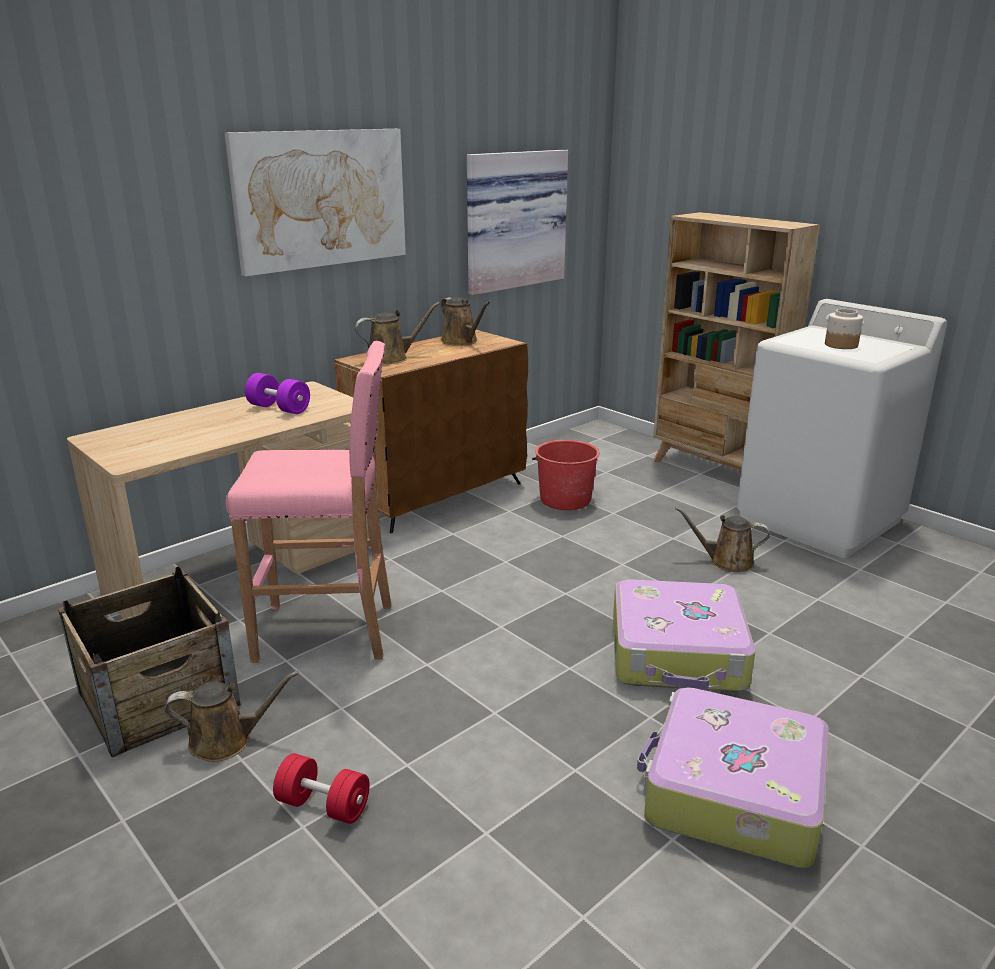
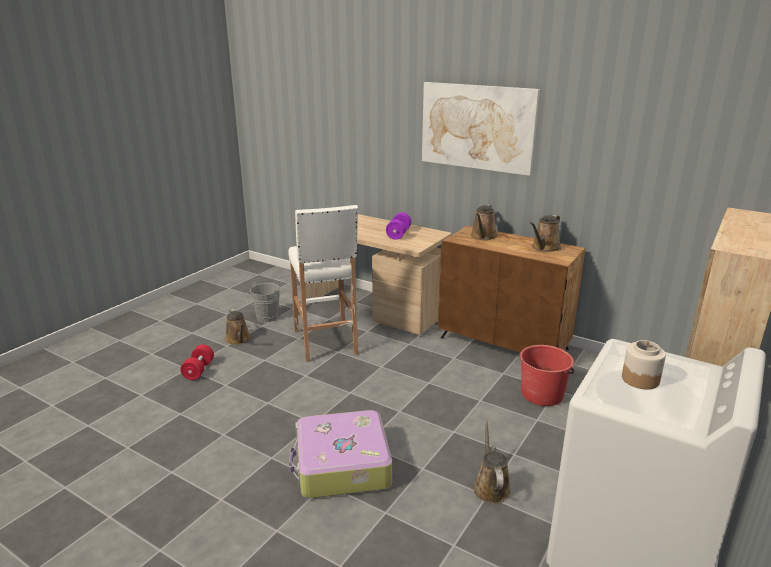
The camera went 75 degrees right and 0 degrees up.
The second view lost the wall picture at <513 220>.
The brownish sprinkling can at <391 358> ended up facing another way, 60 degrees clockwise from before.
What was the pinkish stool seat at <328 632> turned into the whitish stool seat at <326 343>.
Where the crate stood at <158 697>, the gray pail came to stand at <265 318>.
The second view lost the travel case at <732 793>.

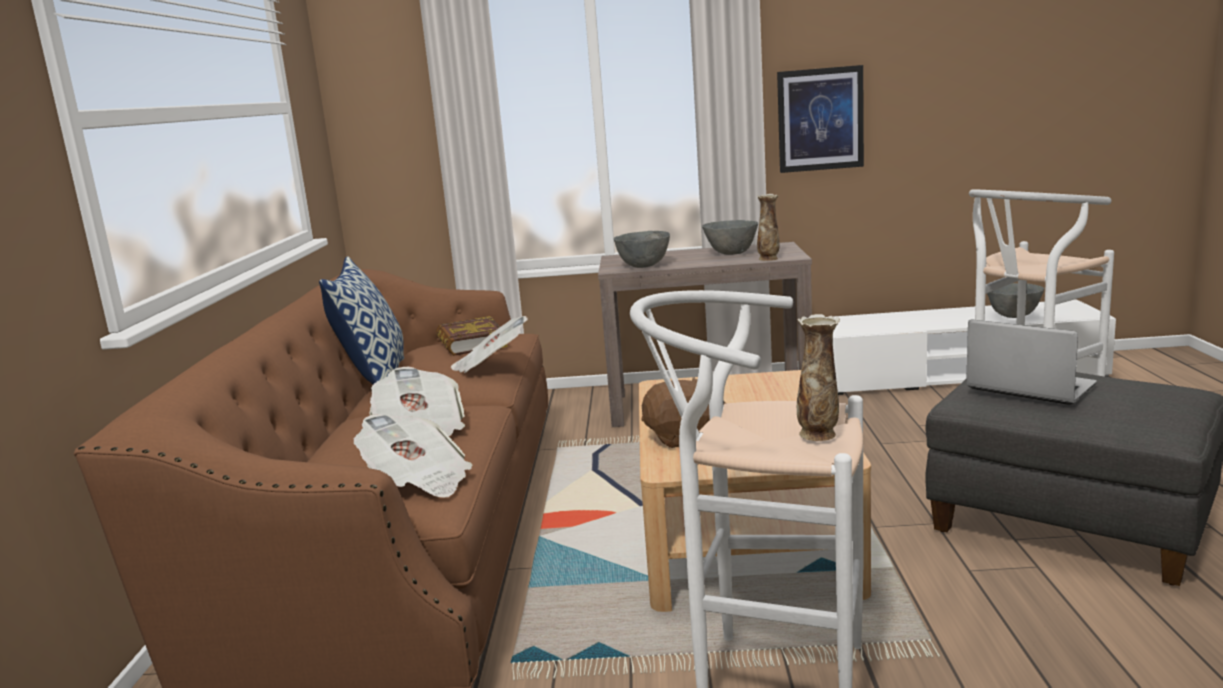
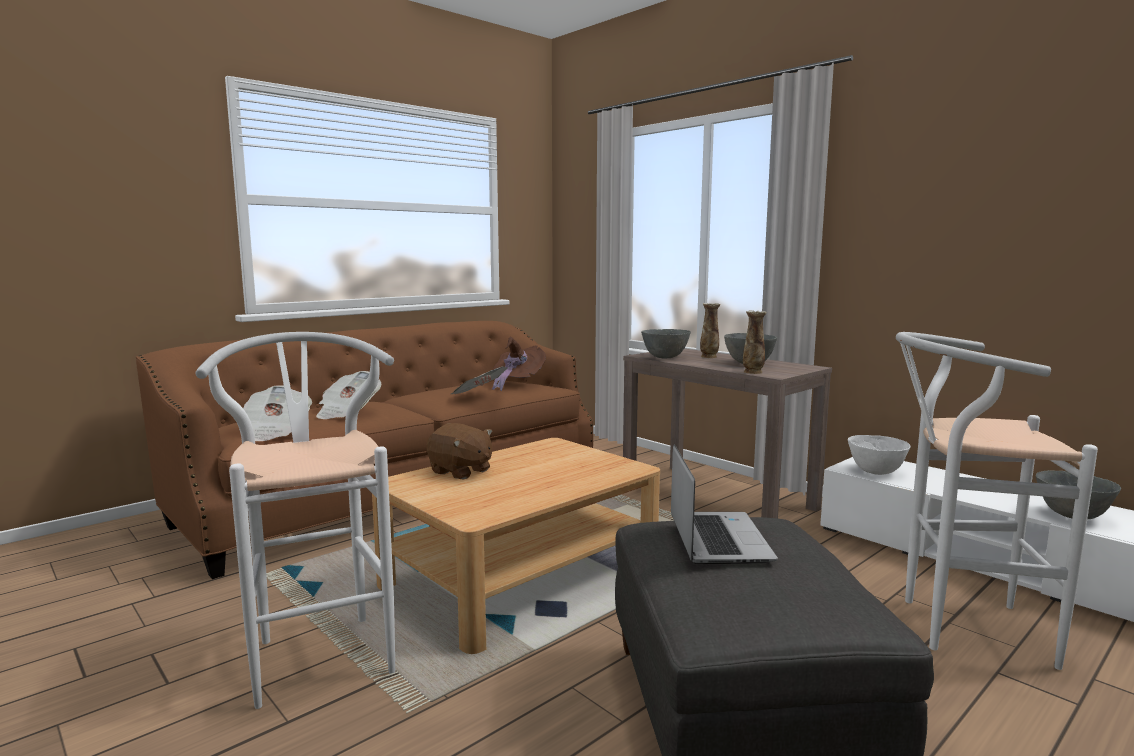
The camera went 45 degrees right and 5 degrees down.
The second view lost the wall picture at <820 119>.
The second view lost the throw pillow at <374 378>.
The decorative vase ended up elsewhere, having gone from <818 434> to <709 357>.
Where the volume stood at <471 343>, the brownish clothing hat came to stand at <516 384>.
The second view gained the whitish serving bowl at <876 472>.

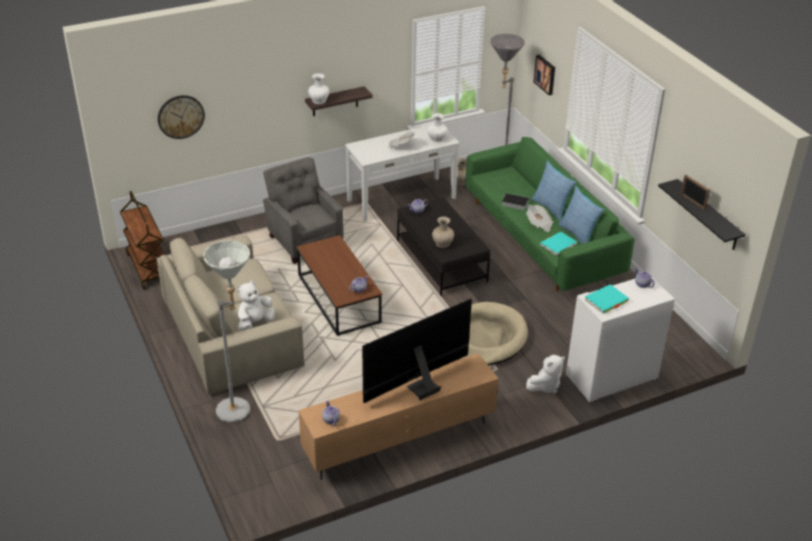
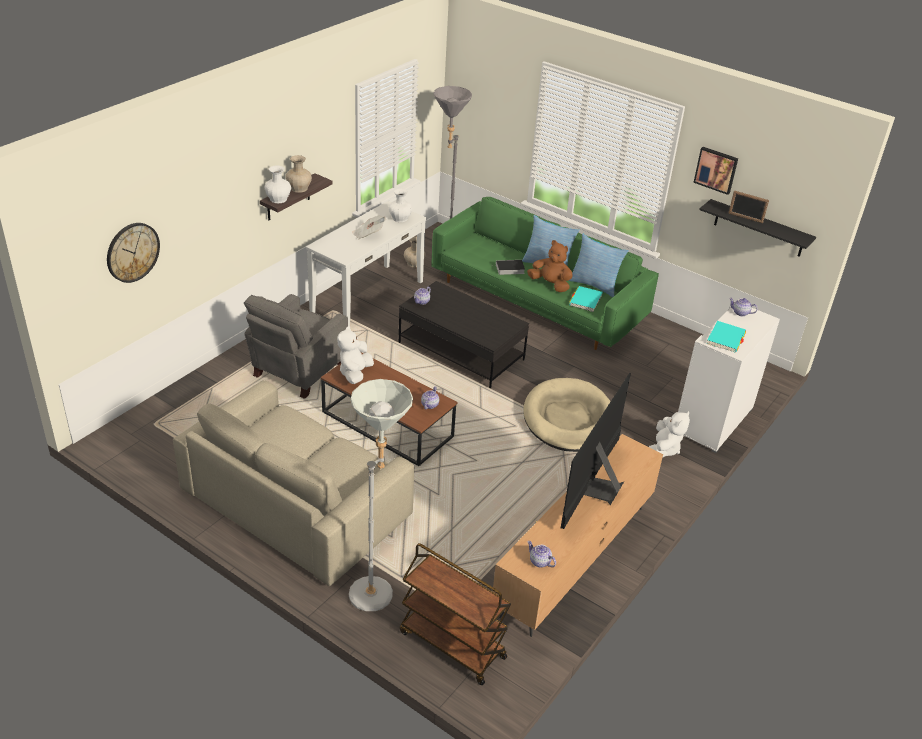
The camera went 30 degrees left and 0 degrees up.
The wall picture ended up elsewhere, having gone from <545 74> to <716 169>.
The gray armchair at <304 241> ended up facing another way, 90 degrees counterclockwise from before.
The brownish wheeled cart ended up elsewhere, having gone from <147 267> to <451 645>.
Where the printed paper stood at <539 224>, the brownish cuddly toy came to stand at <550 284>.
The beige-coloured decorative vase ended up elsewhere, having gone from <442 243> to <298 188>.
The whitish cuddly toy ended up elsewhere, having gone from <255 323> to <355 373>.

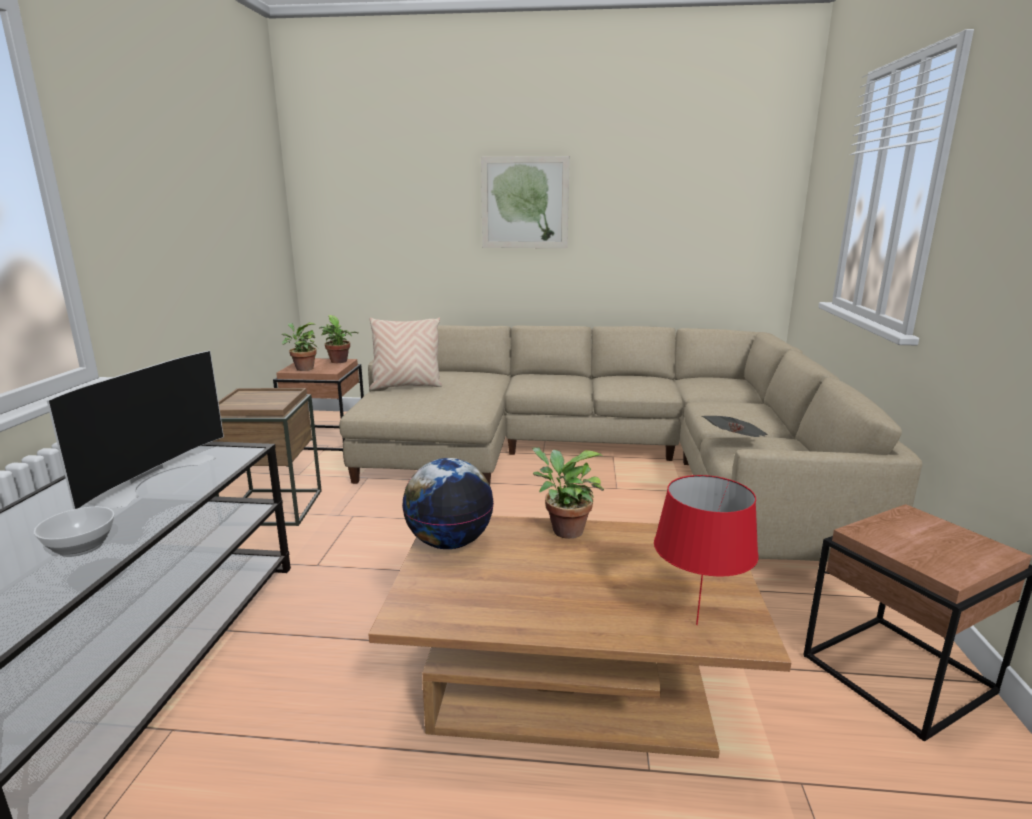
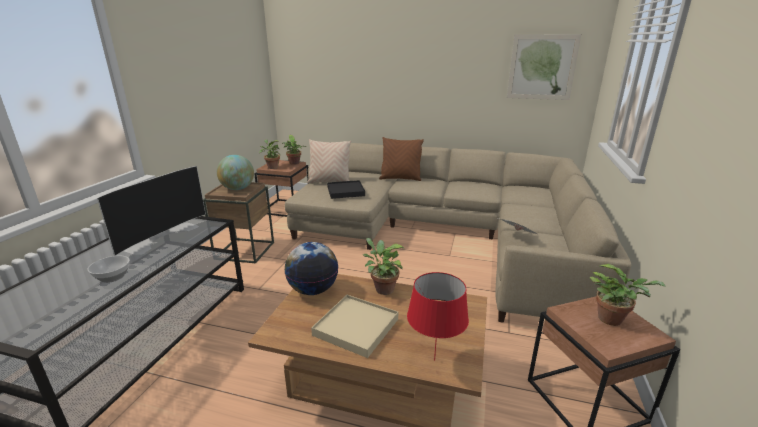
The camera went 10 degrees right and 5 degrees up.
The wall picture ended up elsewhere, having gone from <524 203> to <542 67>.
The second view gained the brownish throw pillow at <400 178>.
The second view gained the desk globe at <238 189>.
The second view gained the black tray at <345 191>.
The second view gained the plant in a pot at <613 319>.
The second view gained the beige-coloured tray at <356 327>.

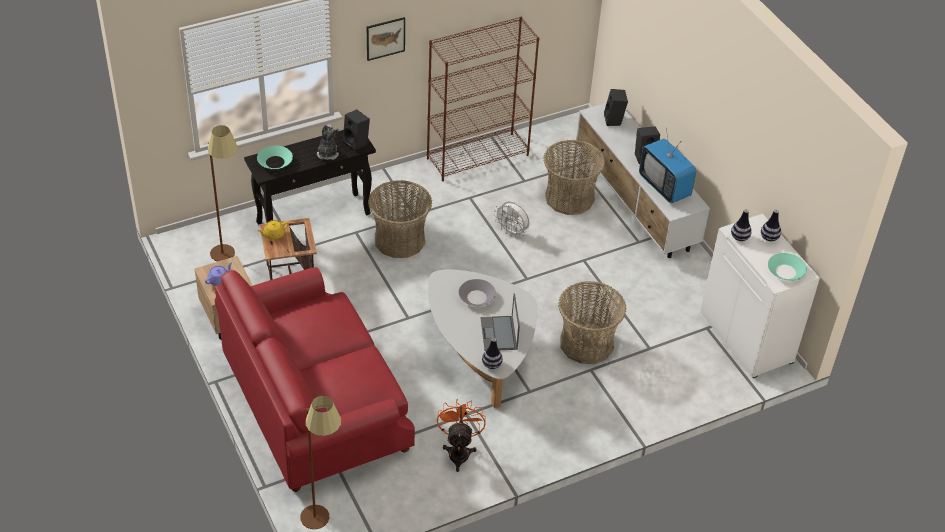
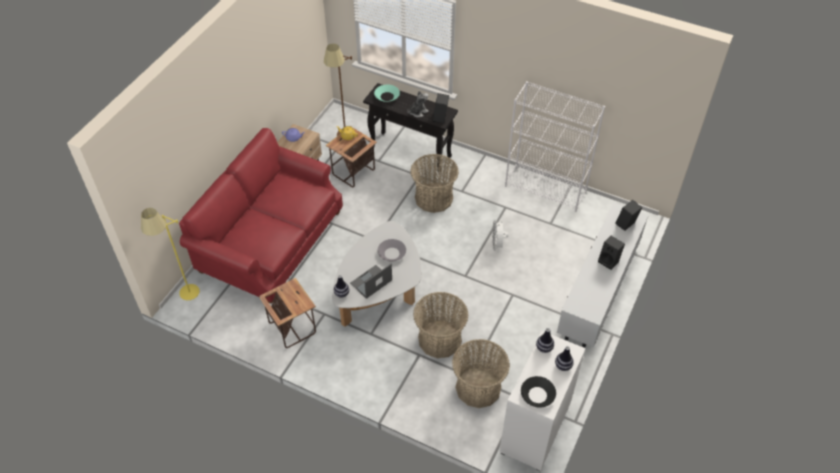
The camera went 55 degrees right and 5 degrees up.
The second view lost the wall picture at <385 38>.
What was the brownish bookshelf at <478 156> turned into the whitish bookshelf at <545 189>.
The second view lost the TV at <664 186>.
The storage basket ended up elsewhere, having gone from <569 198> to <478 387>.
What was the turquoise-coloured serving bowl at <786 271> turned into the black serving bowl at <537 394>.
What was the brownish standing lamp at <323 525> turned into the yellowish standing lamp at <186 299>.
Where the orange cooling fan stood at <459 451>, the side table came to stand at <292 328>.

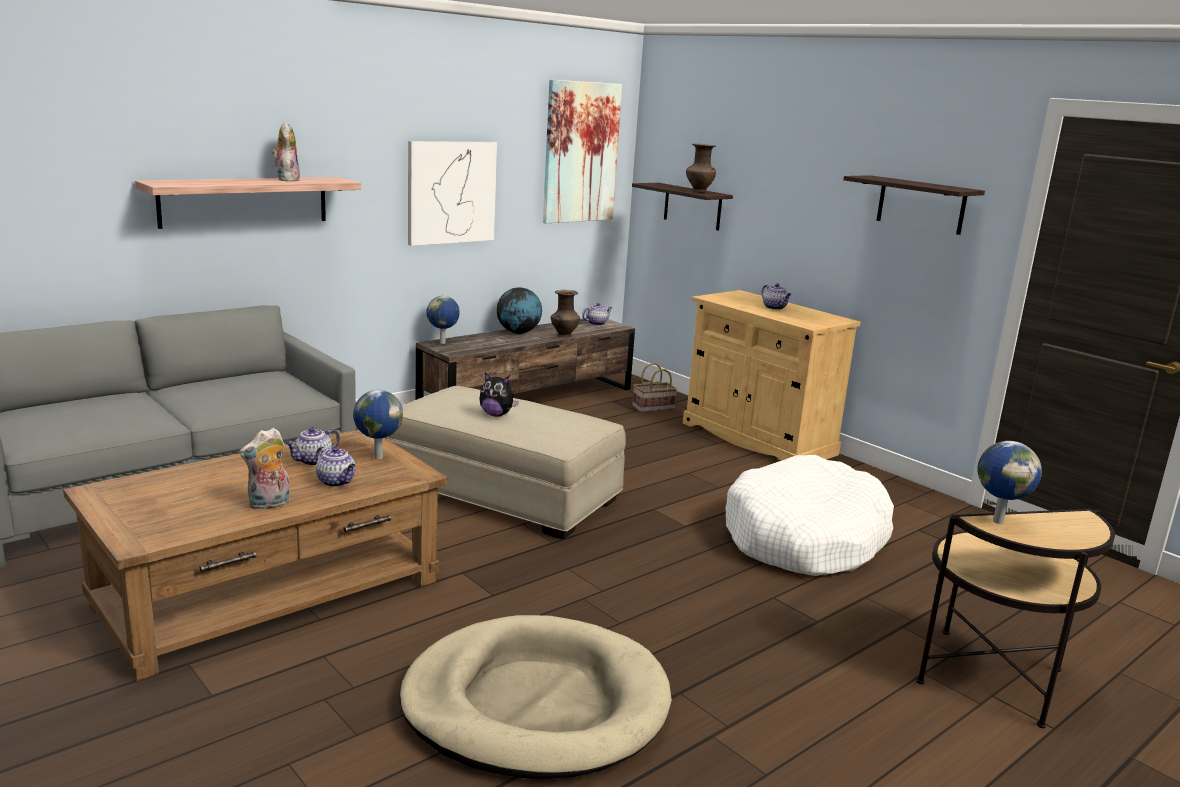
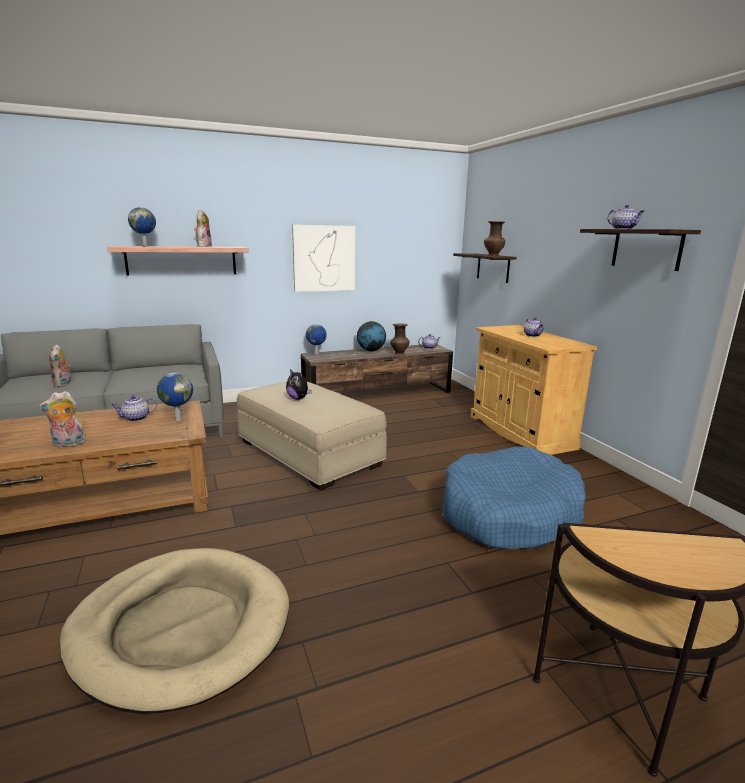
The camera went 20 degrees right and 0 degrees up.
The second view lost the wall picture at <581 152>.
The second view lost the storage basket at <652 408>.
The desk globe ended up elsewhere, having gone from <997 521> to <145 246>.
The pot for tea ended up elsewhere, having gone from <337 482> to <623 229>.
What was the whitish pet bed at <804 538> turned into the bluish pet bed at <508 513>.
The second view gained the cuddly toy at <63 384>.

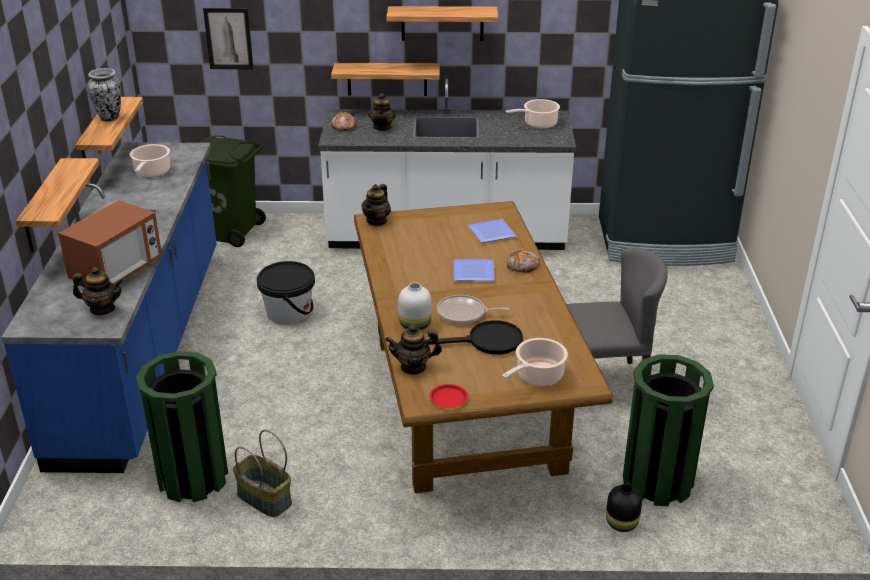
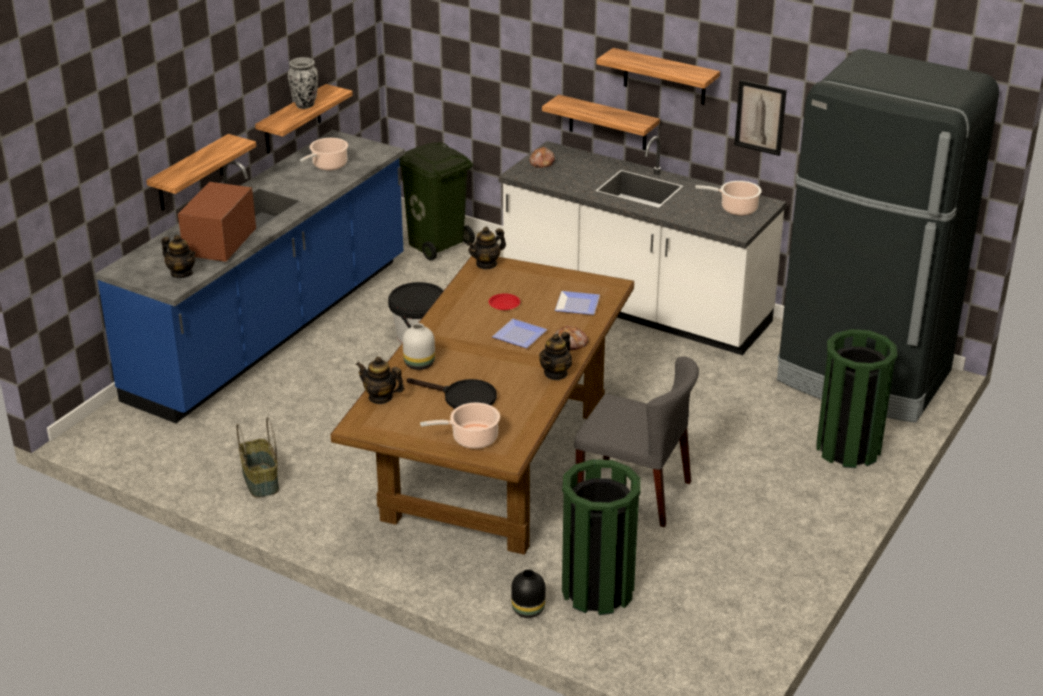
The camera went 30 degrees right and 0 degrees up.
The wall picture ended up elsewhere, having gone from <228 38> to <760 117>.
The pot for tea ended up elsewhere, having gone from <382 127> to <556 373>.
The kitchen microwave at <117 271> ended up facing another way, 135 degrees clockwise from before.
The second view lost the skillet at <464 314>.
The green-coloured trash can ended up elsewhere, having gone from <193 478> to <848 449>.
The reddish flat dish ended up elsewhere, having gone from <449 398> to <504 304>.

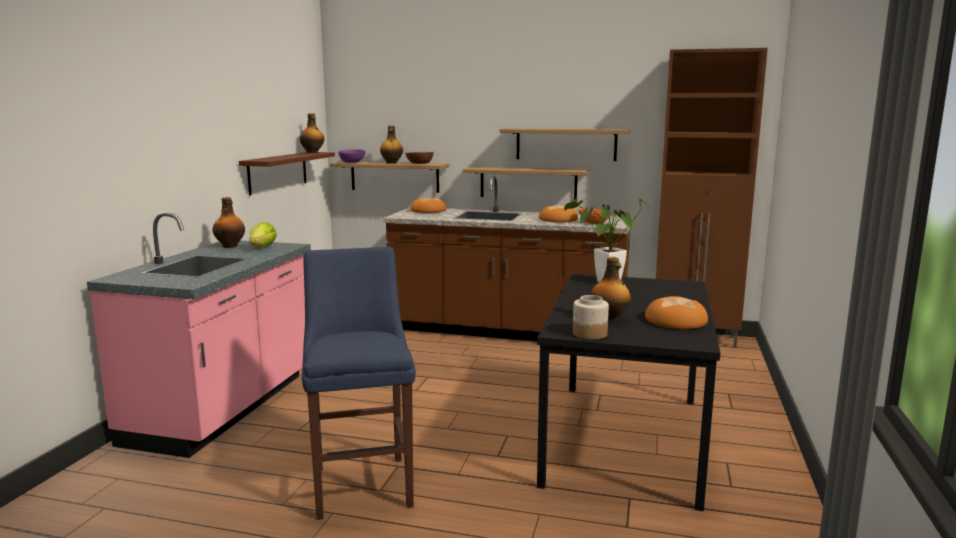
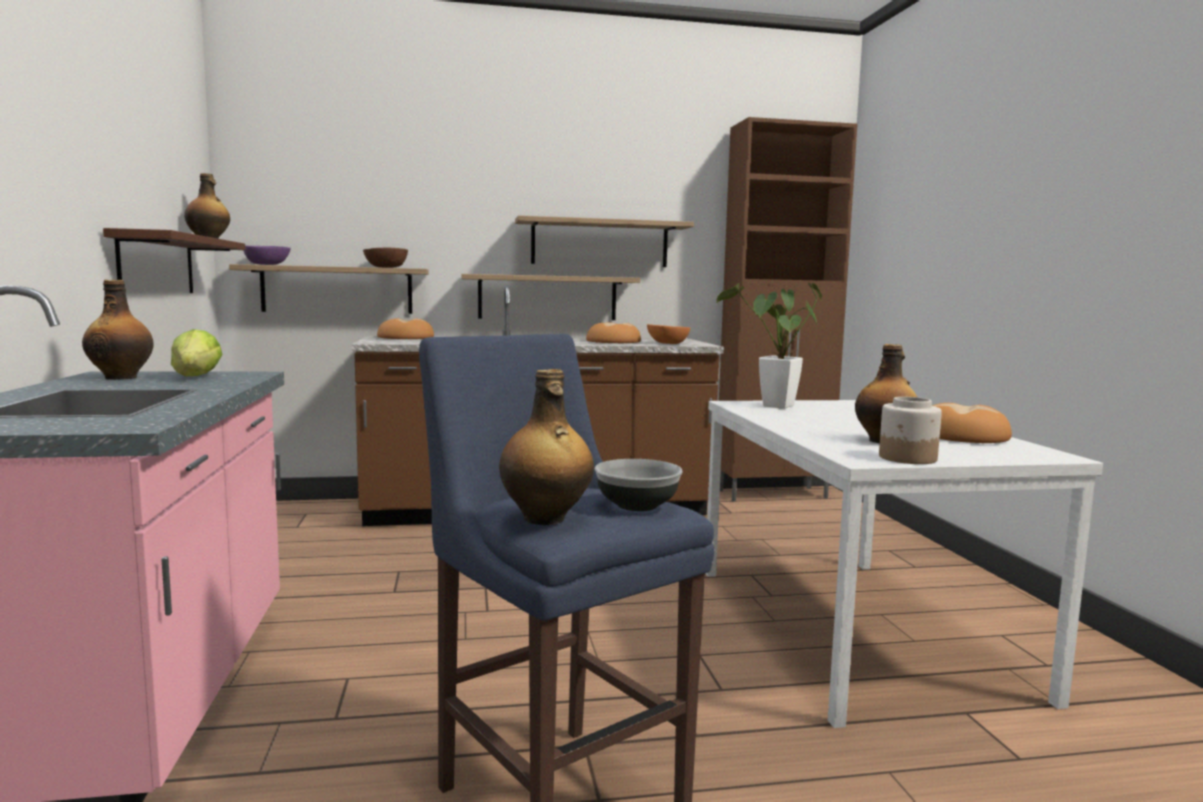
The camera went 25 degrees left and 5 degrees down.
The drink bottle ended up elsewhere, having gone from <391 163> to <545 519>.
What was the black kitchen table at <626 440> turned into the whitish kitchen table at <856 629>.
The second view gained the serving bowl at <638 505>.

